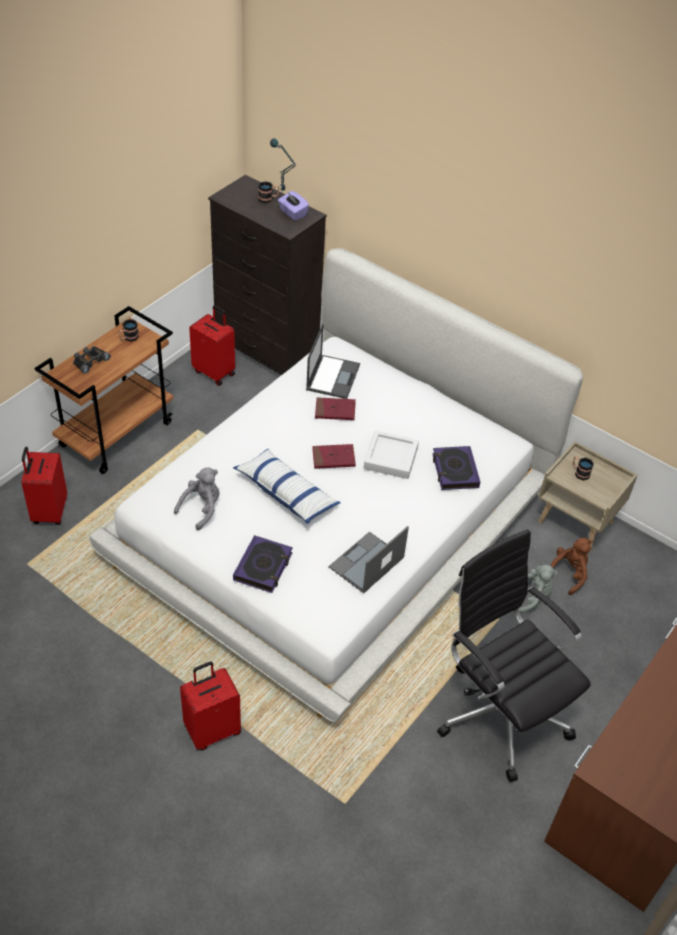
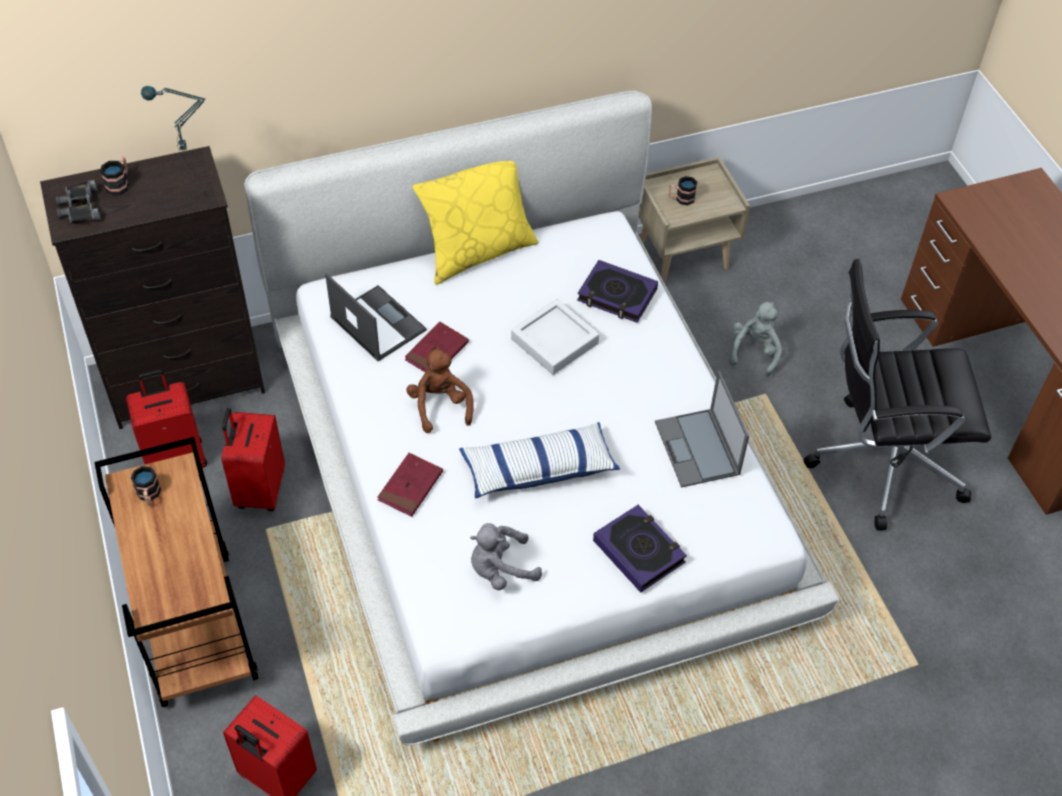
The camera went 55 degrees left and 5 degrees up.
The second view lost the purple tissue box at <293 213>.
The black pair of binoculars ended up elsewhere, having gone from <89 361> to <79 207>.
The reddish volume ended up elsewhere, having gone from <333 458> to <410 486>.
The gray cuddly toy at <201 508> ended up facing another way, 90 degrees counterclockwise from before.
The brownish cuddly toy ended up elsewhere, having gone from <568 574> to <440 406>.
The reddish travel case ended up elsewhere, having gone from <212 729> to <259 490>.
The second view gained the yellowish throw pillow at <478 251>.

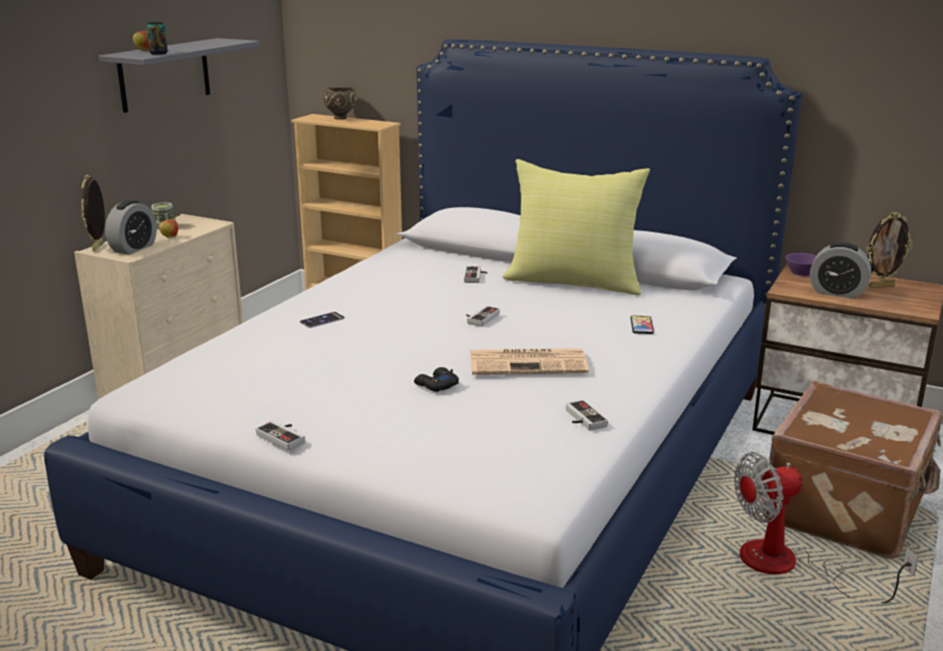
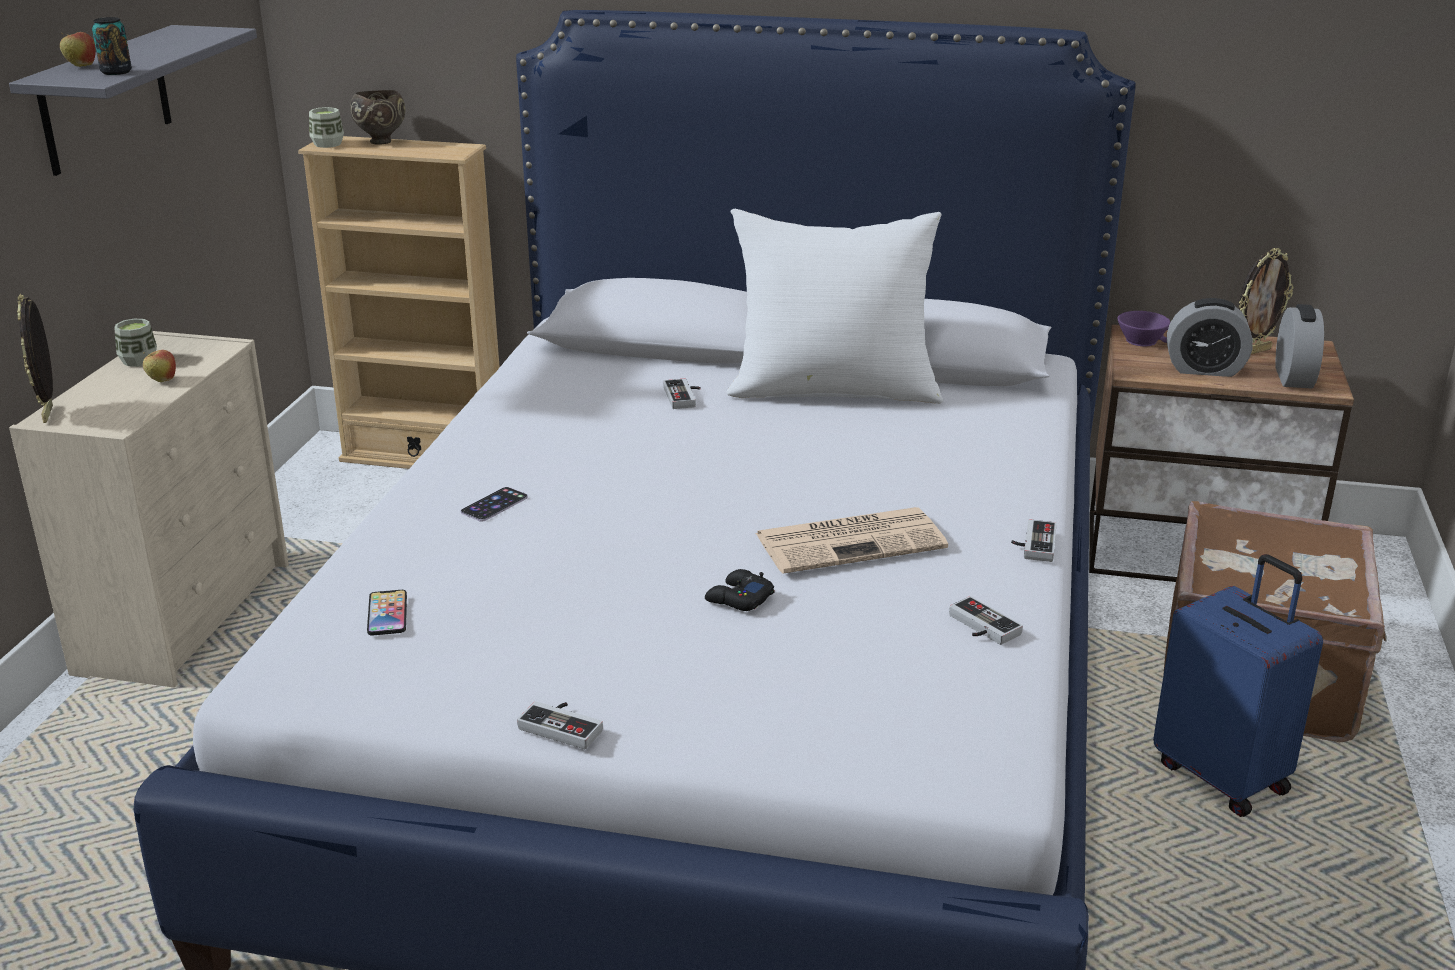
The camera went 15 degrees left and 5 degrees up.
What was the yellowish throw pillow at <574 281> turned into the whitish throw pillow at <834 389>.
The alarm clock ended up elsewhere, having gone from <134 248> to <1293 377>.
The game controller ended up elsewhere, having gone from <480 318> to <1032 544>.
The phone ended up elsewhere, having gone from <641 326> to <387 614>.
Where the cooling fan stood at <788 567>, the bluish travel case came to stand at <1223 776>.
The second view gained the small cup at <328 144>.

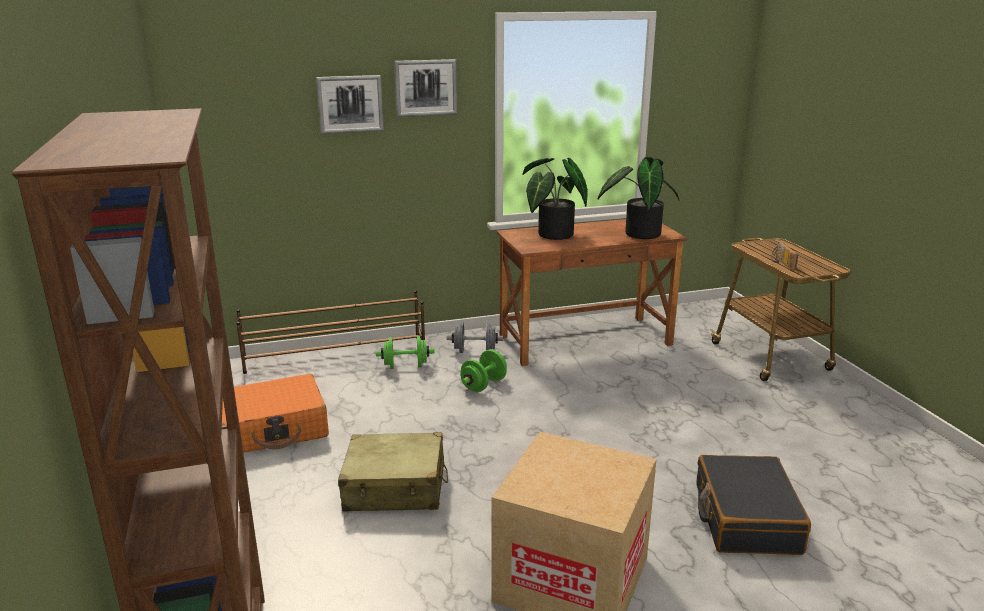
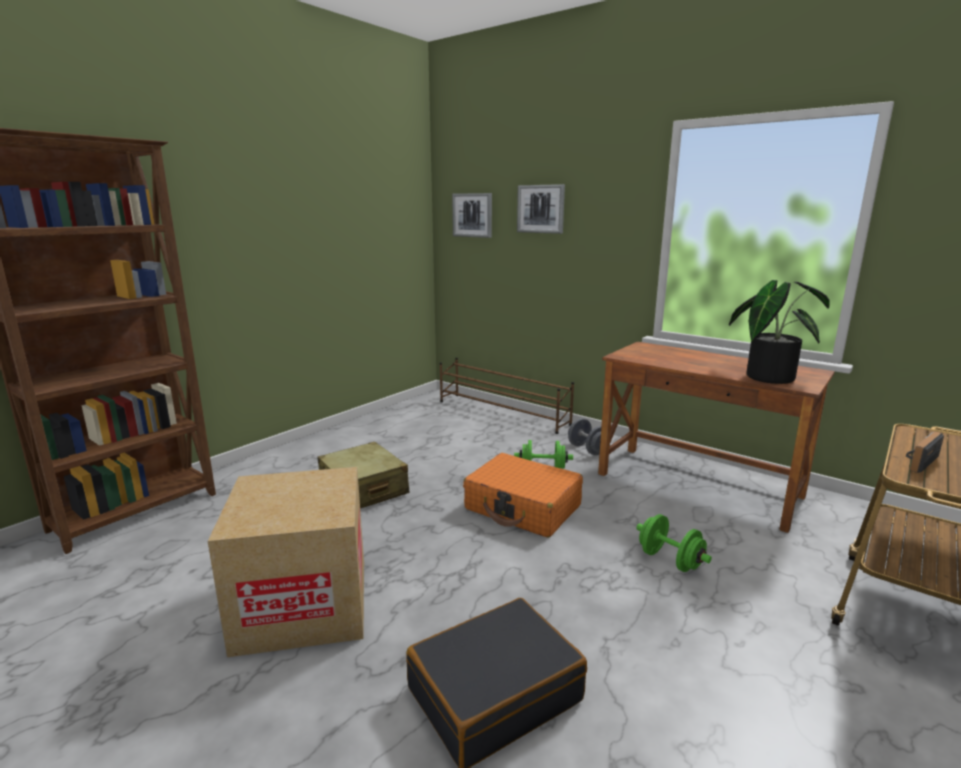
The camera went 55 degrees right and 5 degrees down.
The wall picture ended up elsewhere, having gone from <425 88> to <472 215>.
The second view lost the plant in a pot at <551 235>.
The green-coloured hand weight ended up elsewhere, having gone from <405 366> to <670 560>.
The orange travel case ended up elsewhere, having gone from <274 428> to <523 508>.

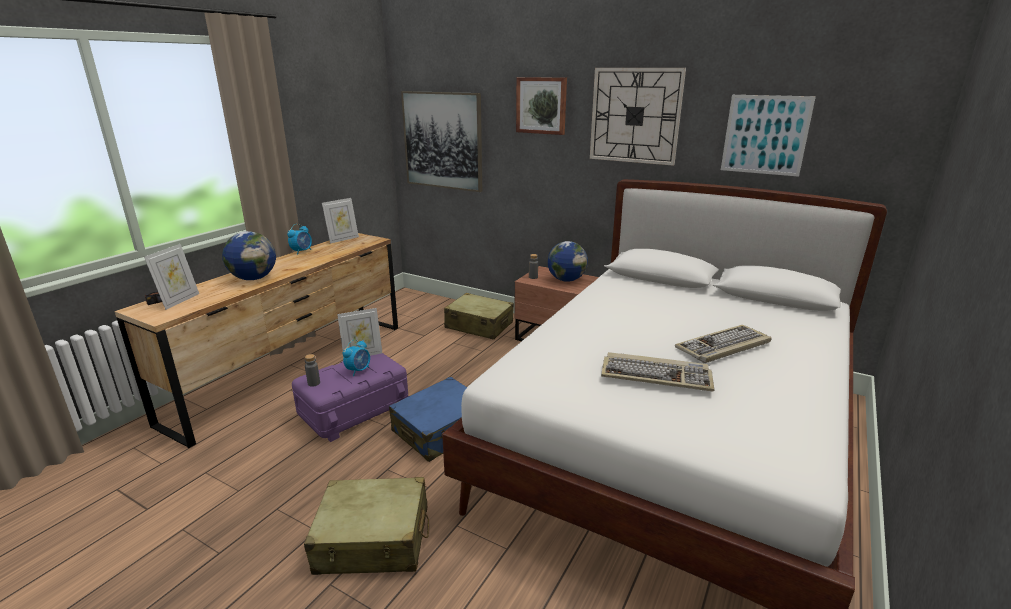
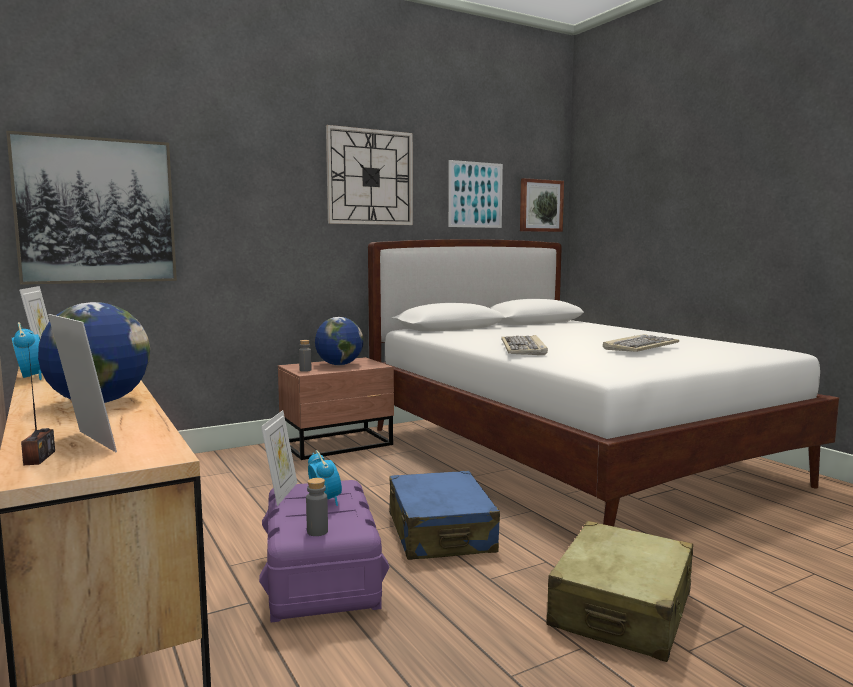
The camera went 60 degrees left and 15 degrees down.
The wall picture ended up elsewhere, having gone from <541 105> to <540 205>.
The second view lost the beige-coloured travel case at <479 326>.
The keyboard ended up elsewhere, having gone from <723 346> to <523 348>.

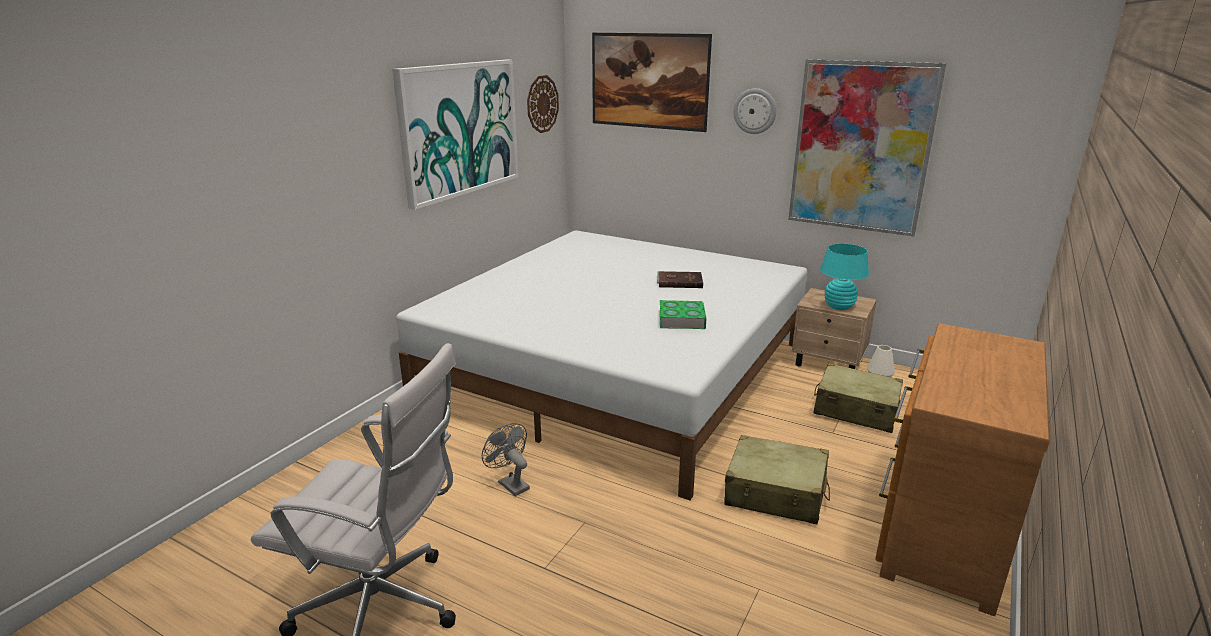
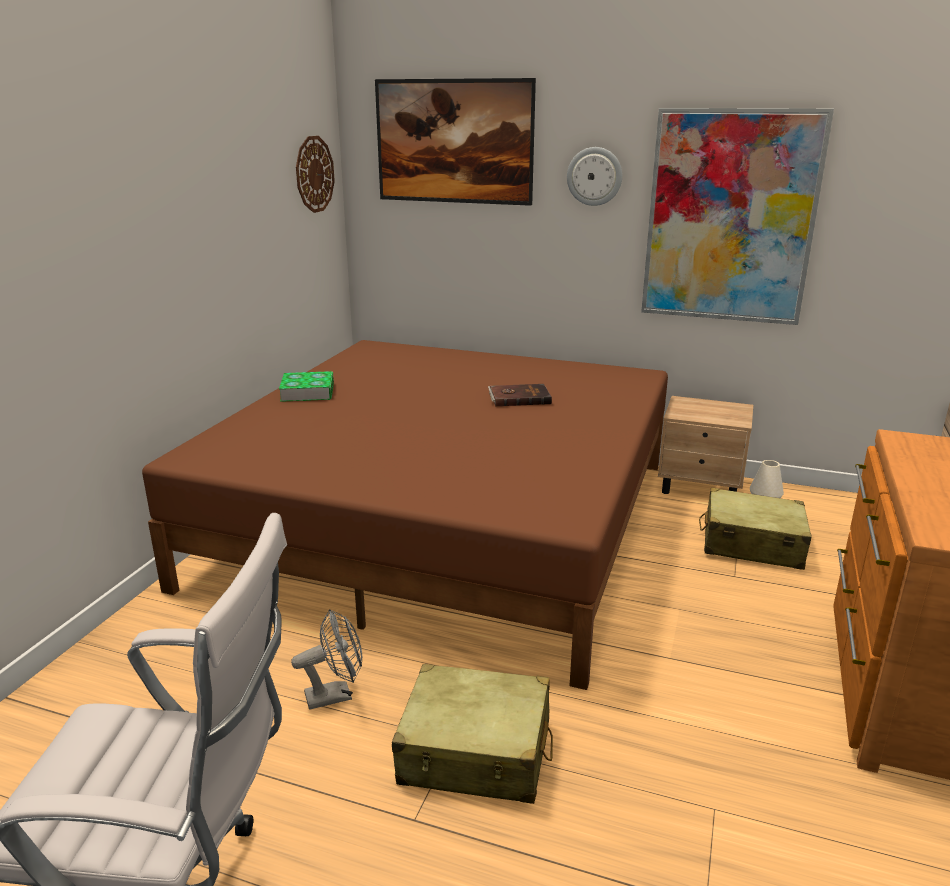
The camera went 10 degrees left and 0 degrees up.
The second view lost the wall picture at <460 129>.
What was the whitish bed at <618 372> turned into the brownish bed at <446 521>.
The second view lost the turquoise-coloured tabletop lamp at <839 307>.
The volume ended up elsewhere, having gone from <682 319> to <308 392>.
The gray cooling fan at <510 483> ended up facing another way, 120 degrees clockwise from before.
The beige-coloured travel case ended up elsewhere, having gone from <775 493> to <476 752>.

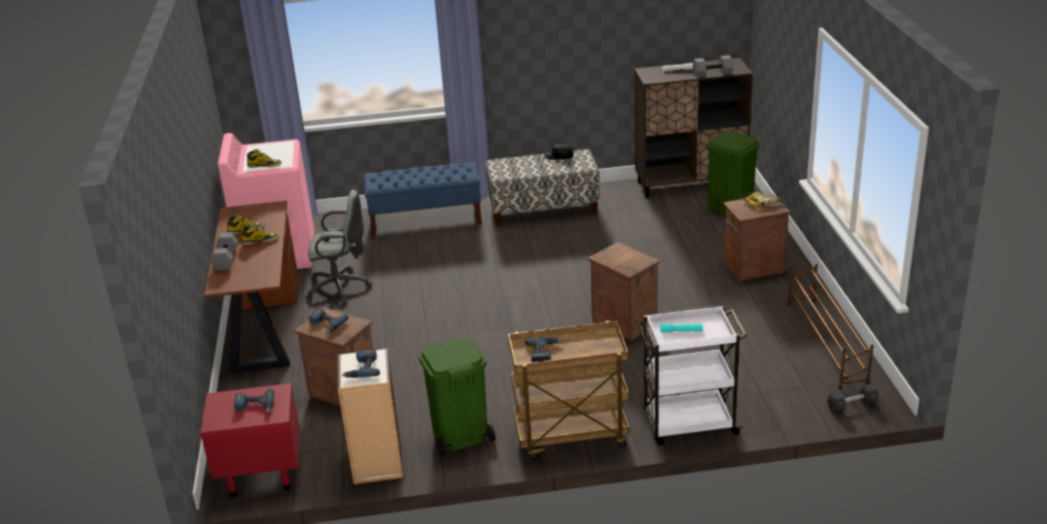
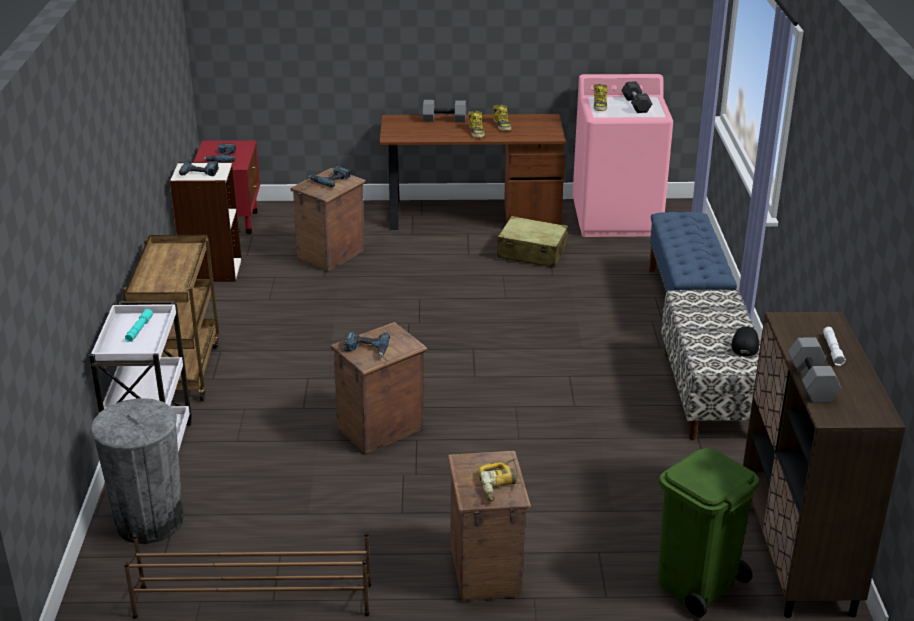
The camera went 95 degrees right and 0 degrees up.
Where the gray computer chair stood at <341 287>, the beige-coloured travel case came to stand at <531 253>.
The drill ended up elsewhere, having gone from <544 353> to <366 349>.
The second view lost the green-coloured trash can at <460 436>.
The gray hand weight ended up elsewhere, having gone from <851 406> to <636 105>.
The second view gained the gray trash can at <149 521>.

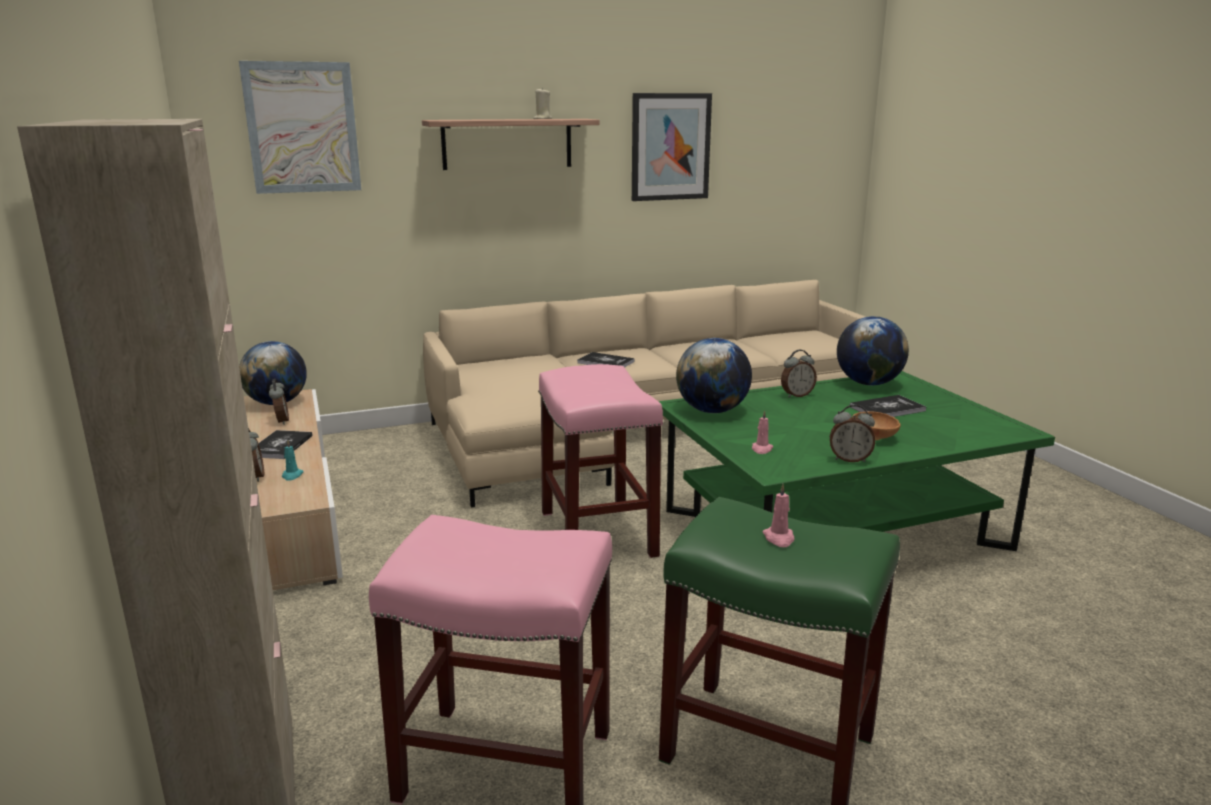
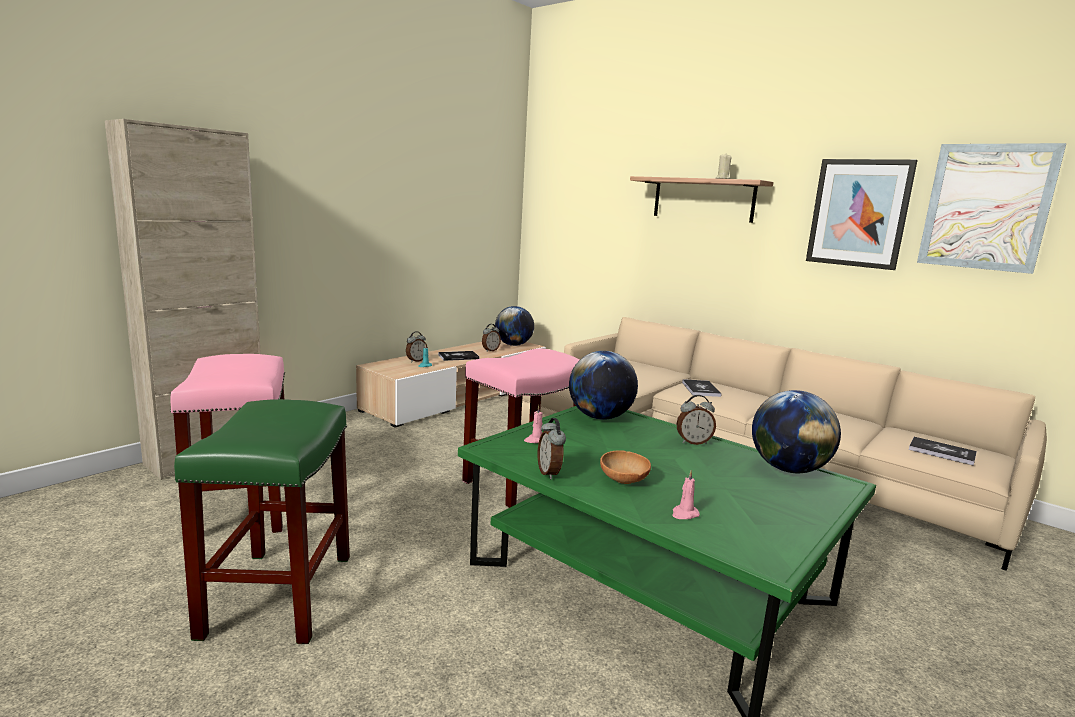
The camera went 60 degrees right and 5 degrees down.
The wall picture ended up elsewhere, having gone from <302 128> to <986 207>.
The alarm clock at <796 395> ended up facing another way, 45 degrees counterclockwise from before.
The volume ended up elsewhere, having gone from <887 409> to <942 452>.
The pinkish wax candle ended up elsewhere, having gone from <779 538> to <684 514>.

